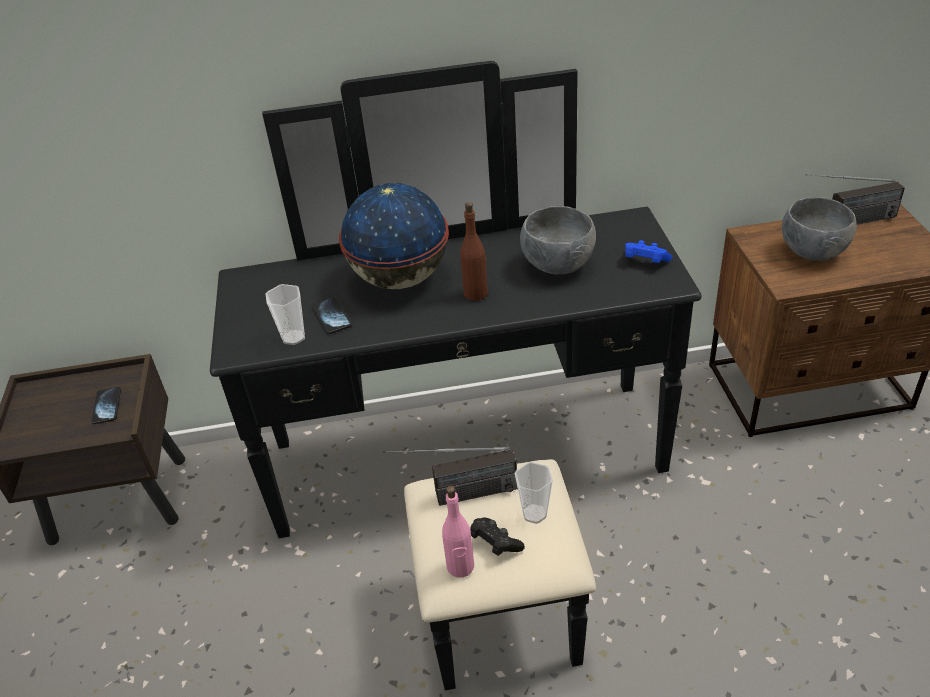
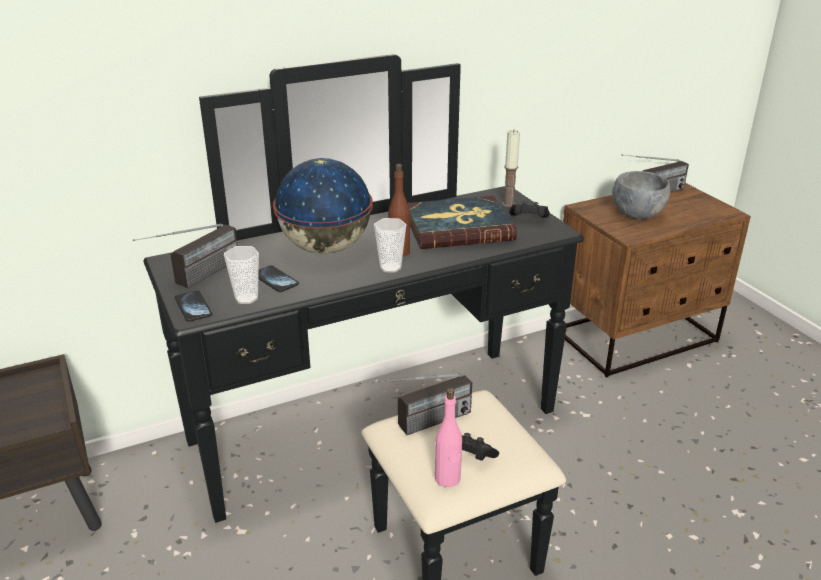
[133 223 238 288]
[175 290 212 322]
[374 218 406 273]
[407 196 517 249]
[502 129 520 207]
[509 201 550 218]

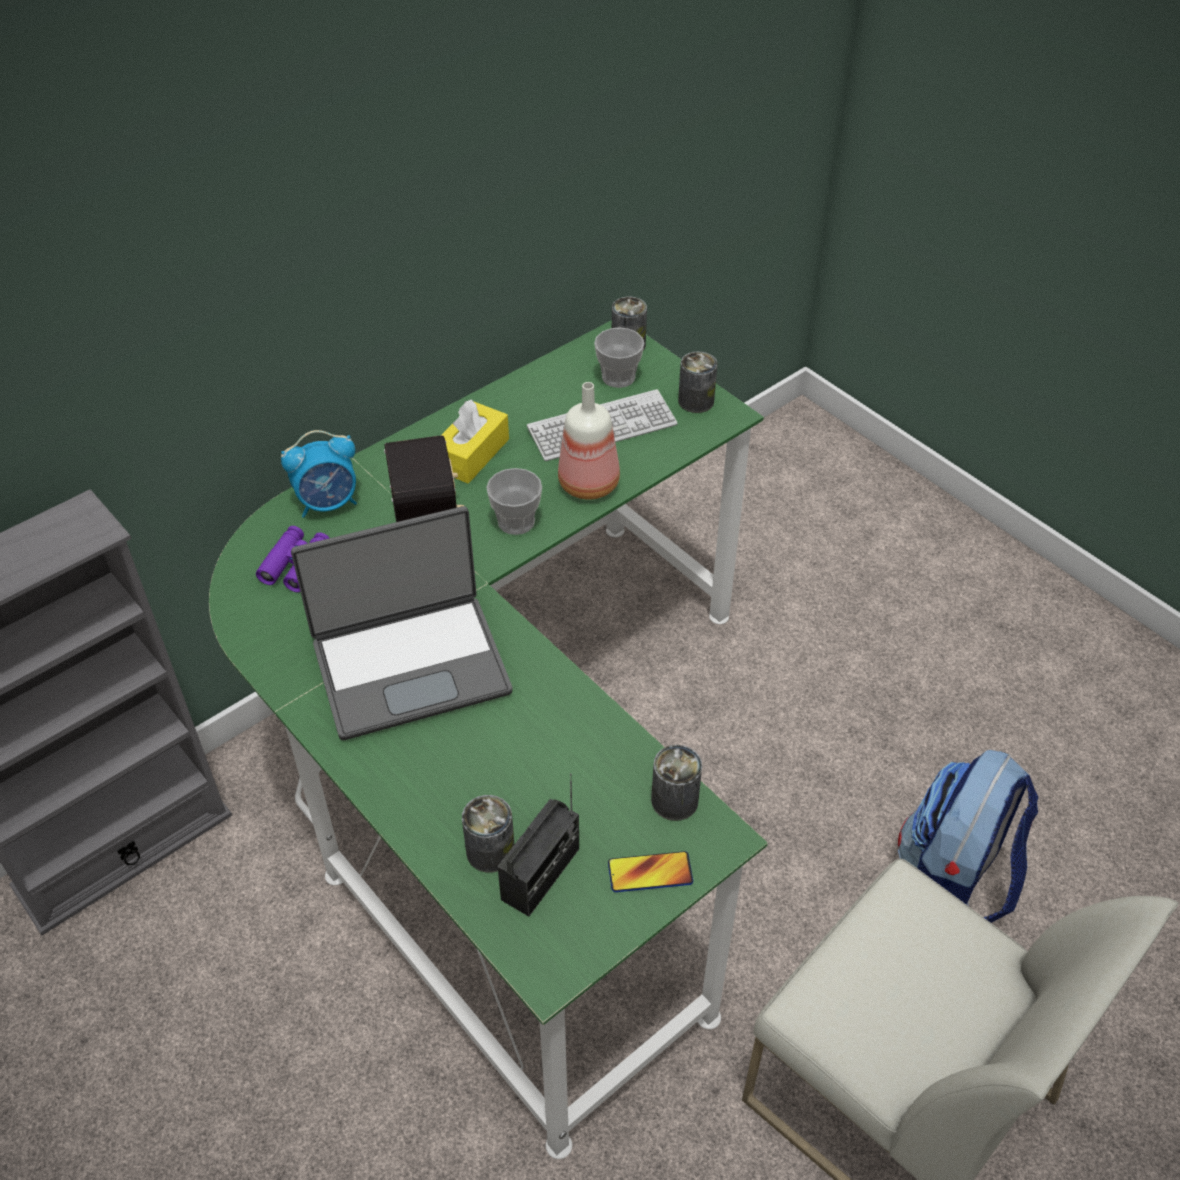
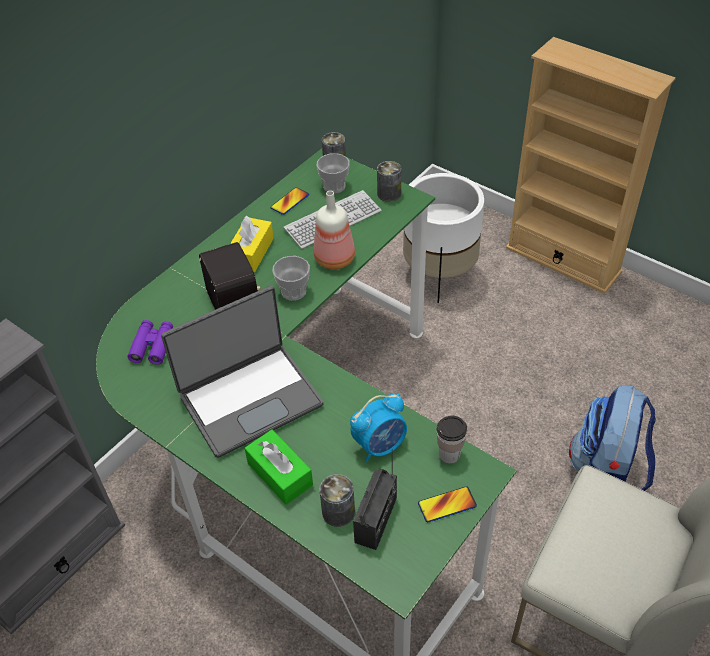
[244 429 313 505]
[271 187 309 215]
[350 394 407 462]
[403 173 484 303]
[437 416 467 464]
[506 37 676 294]

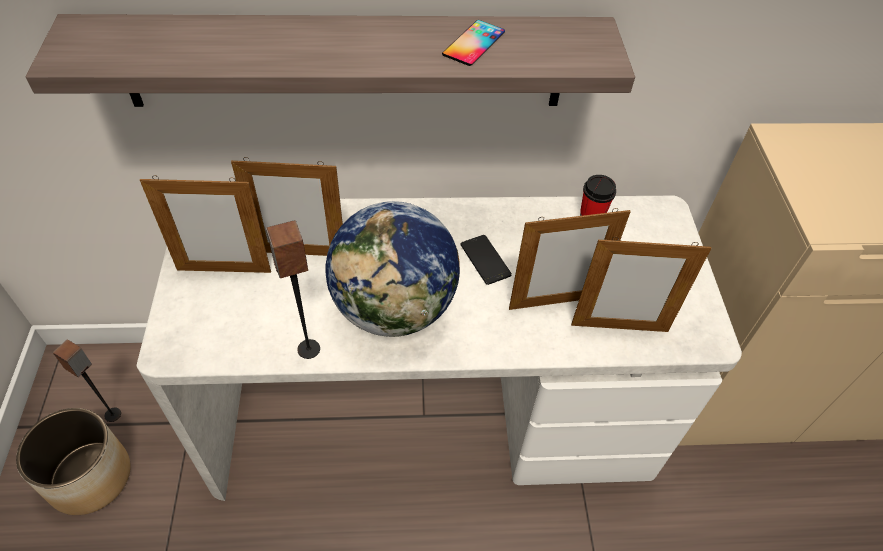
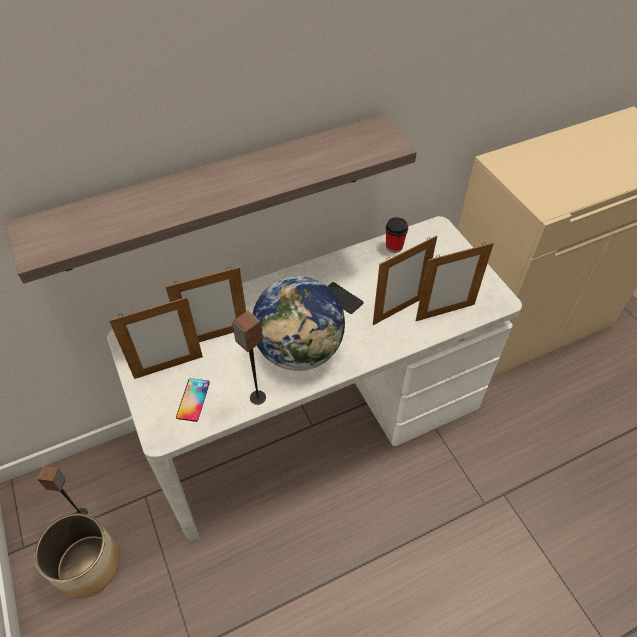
[176 378 210 422]

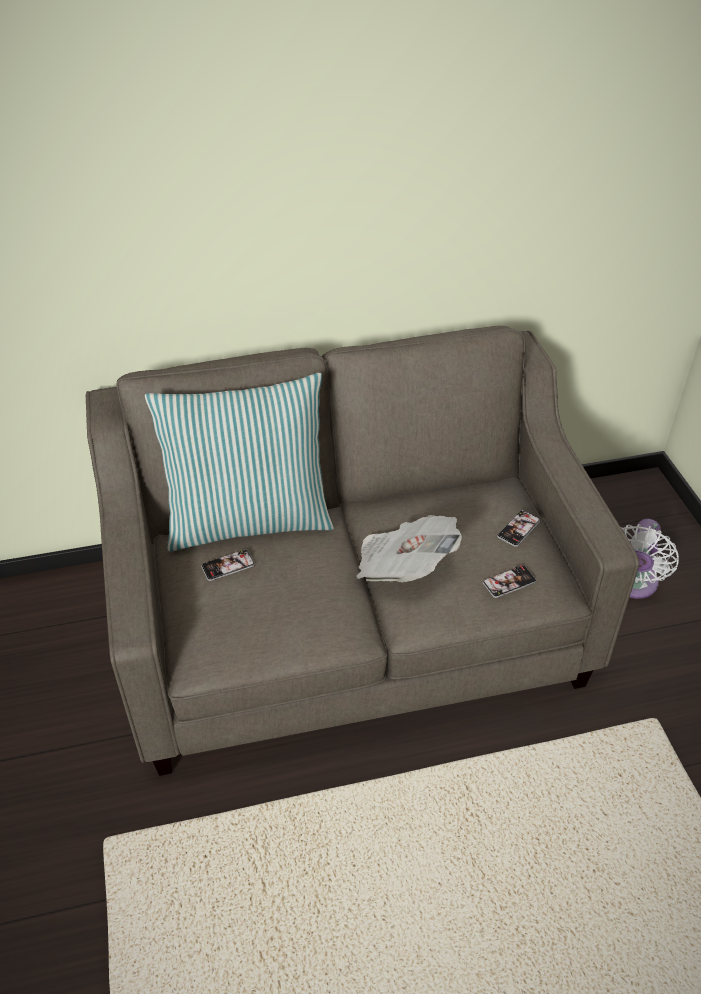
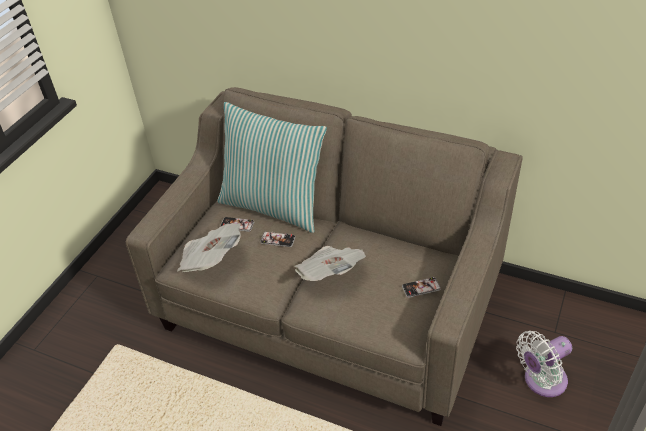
[177 223 241 272]
[260 231 295 247]

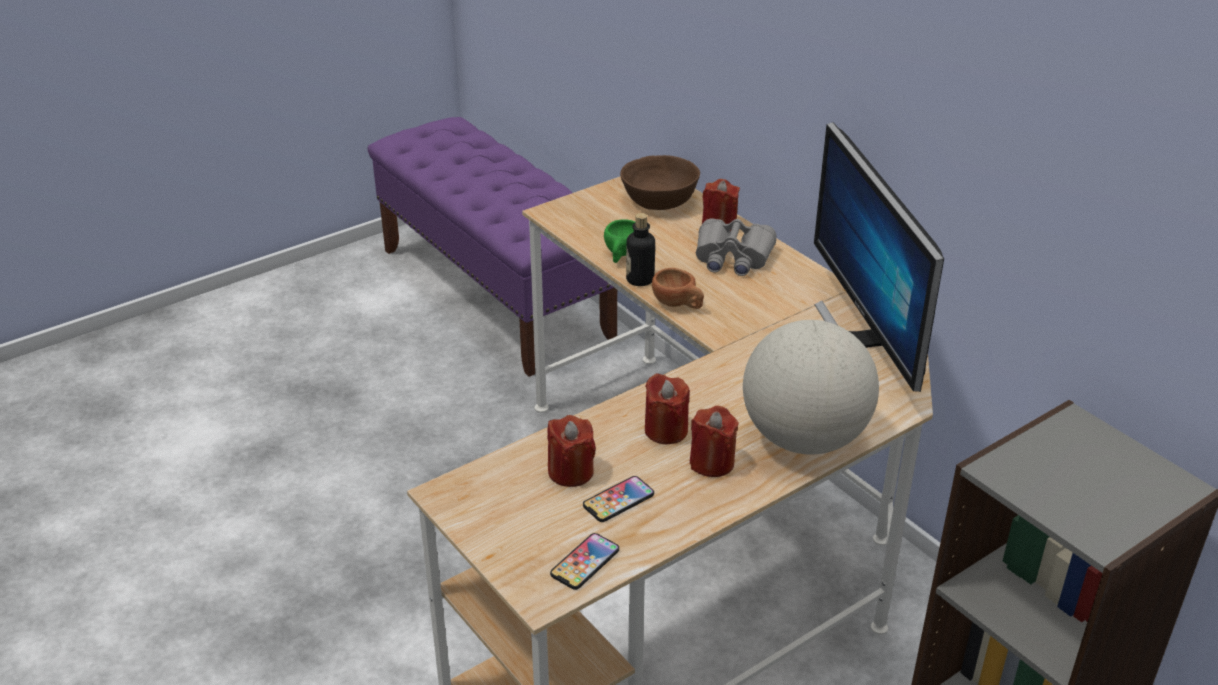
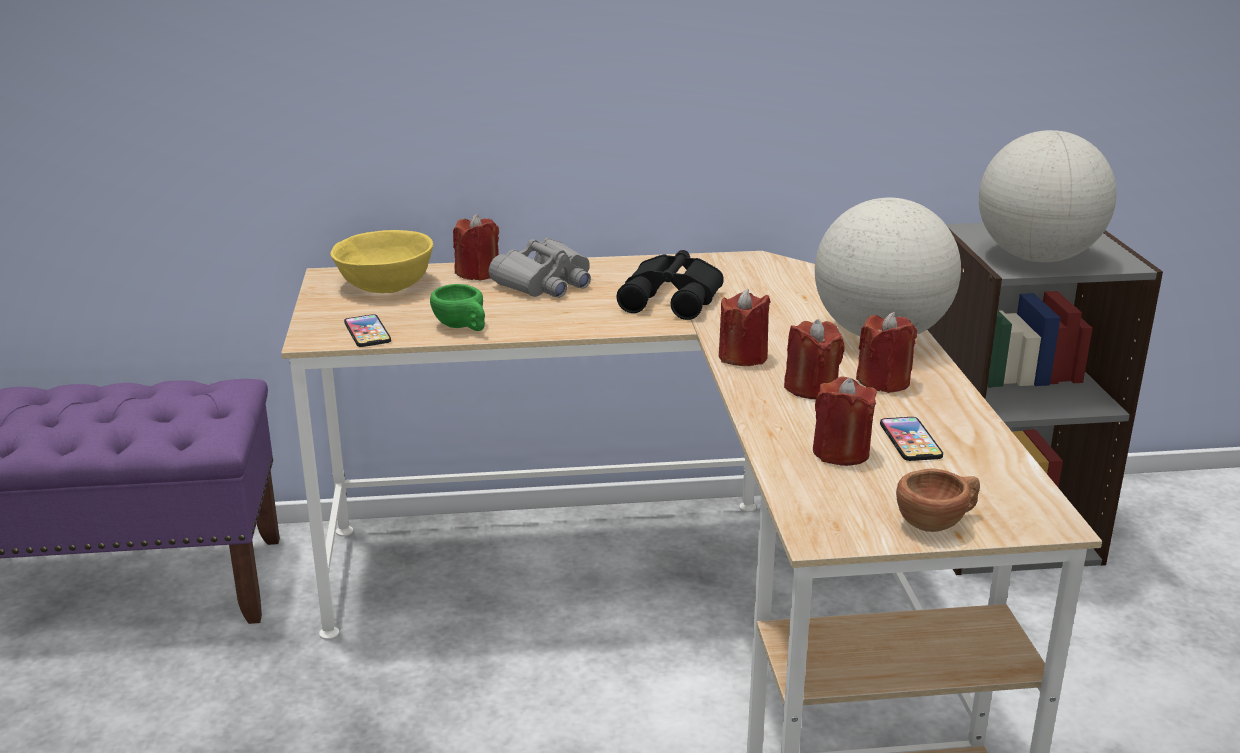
[330 230 433 293]
[344 314 391 347]
[616 250 724 320]
[719 289 771 366]
[896 468 980 532]
[979 130 1116 262]
[626 213 655 286] (first image)
[814 122 944 392] (first image)

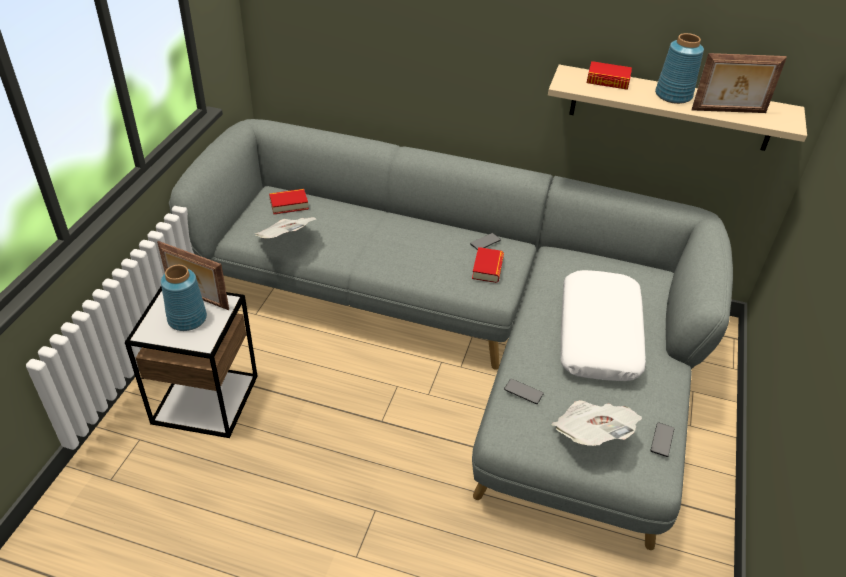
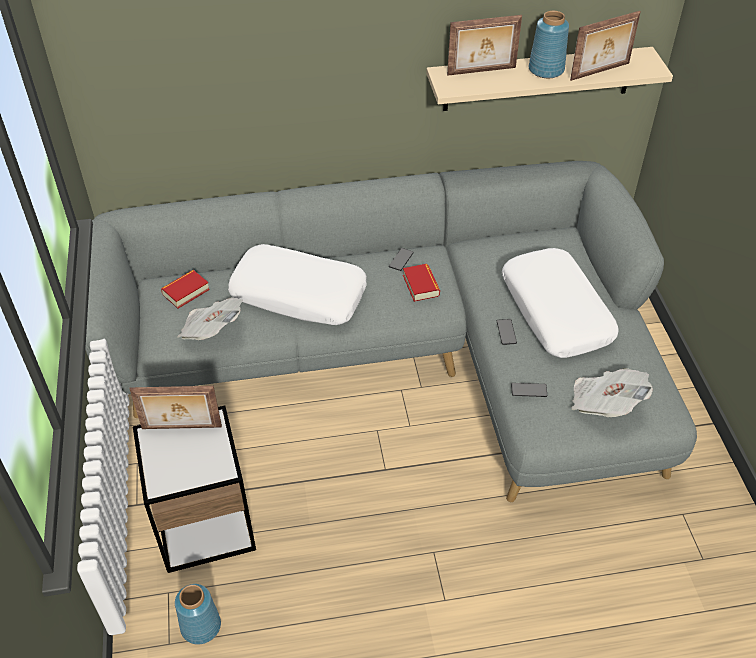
[175 584 221 645]
[228 244 367 325]
[447 15 522 75]
[497 319 517 345]

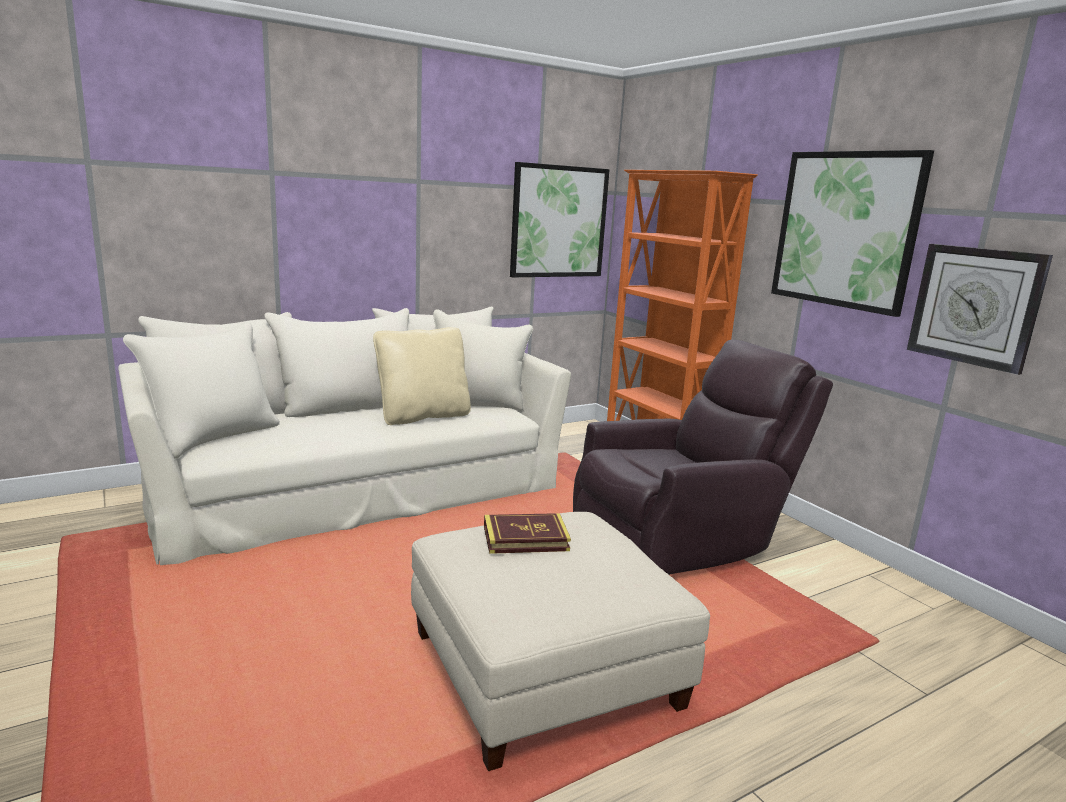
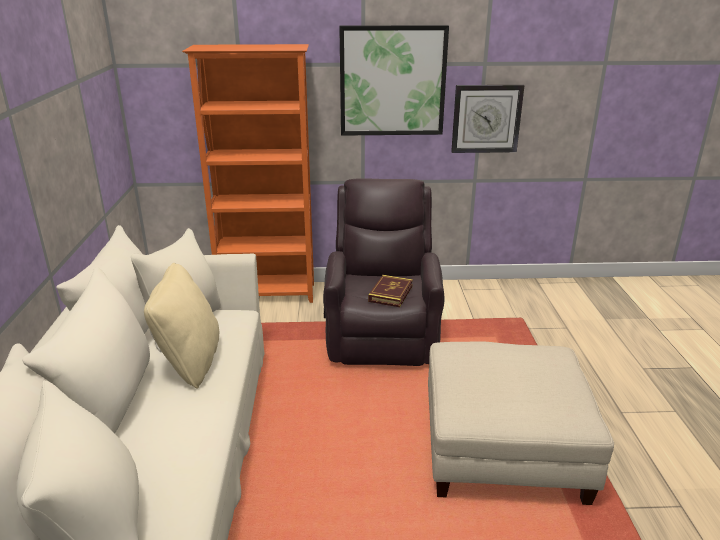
[368 275 413 307]
[510 162 609 277] (first image)

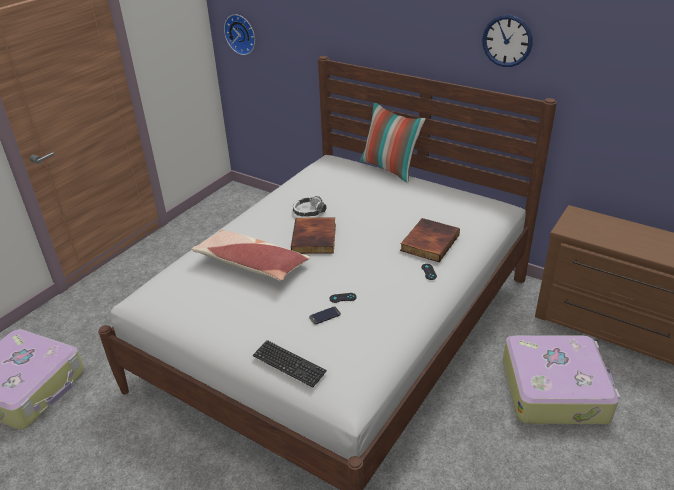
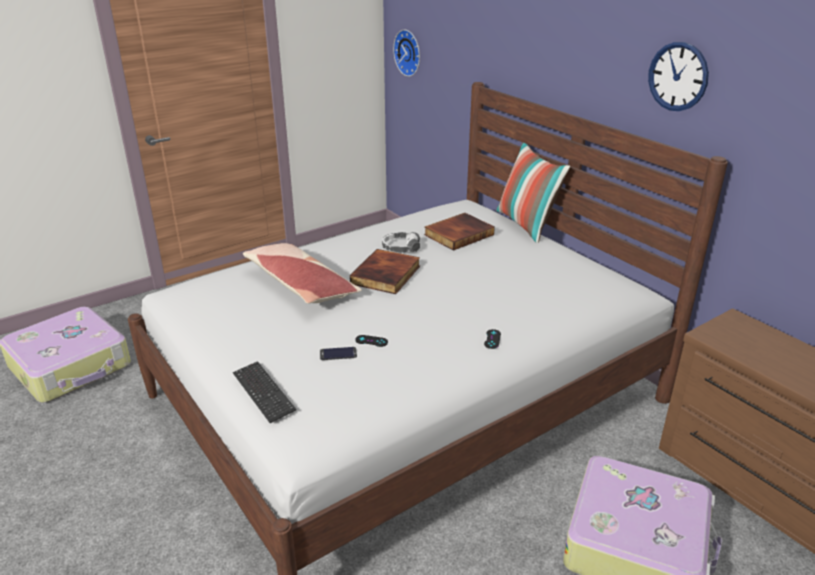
[424 213 495 251]

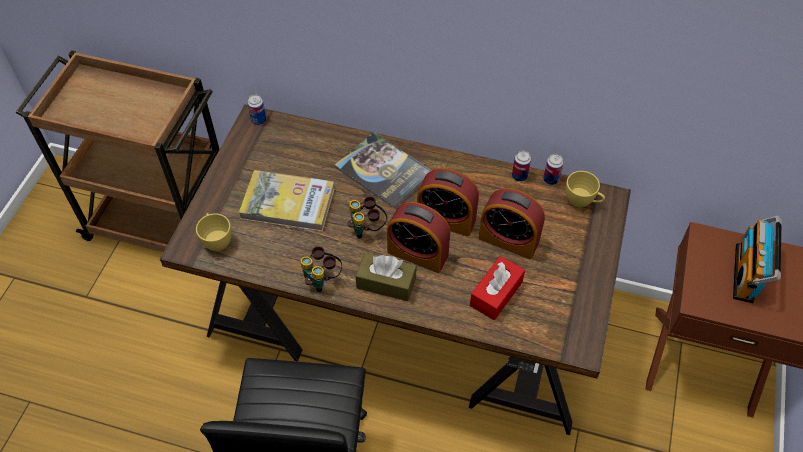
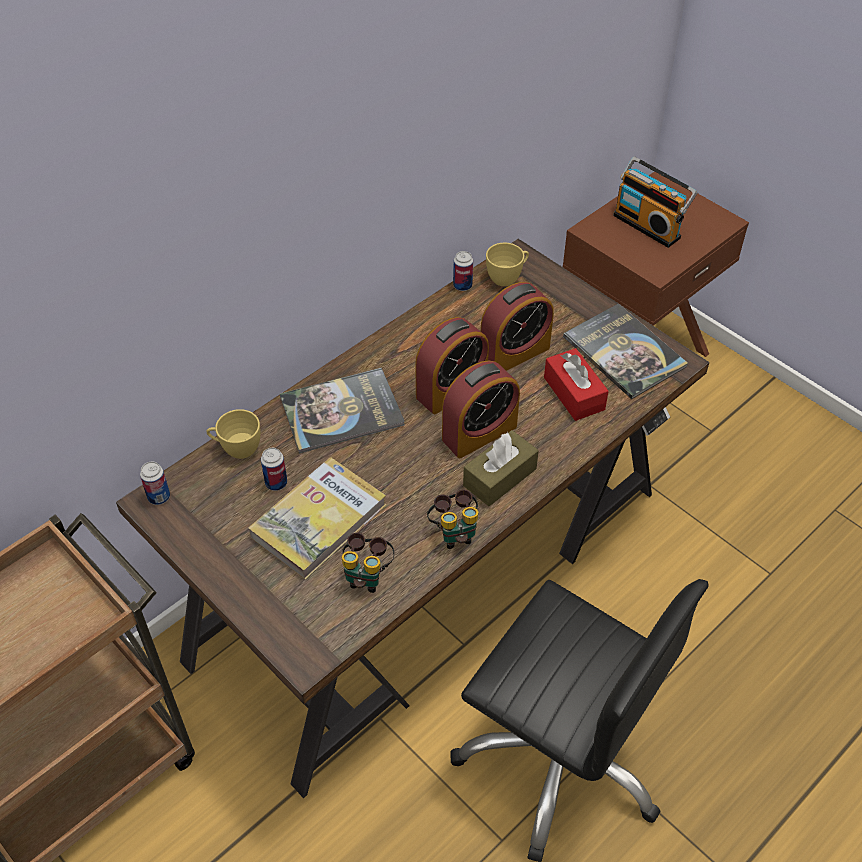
[206 409 260 459]
[261 448 287 491]
[342 532 394 593]
[563 304 688 399]

